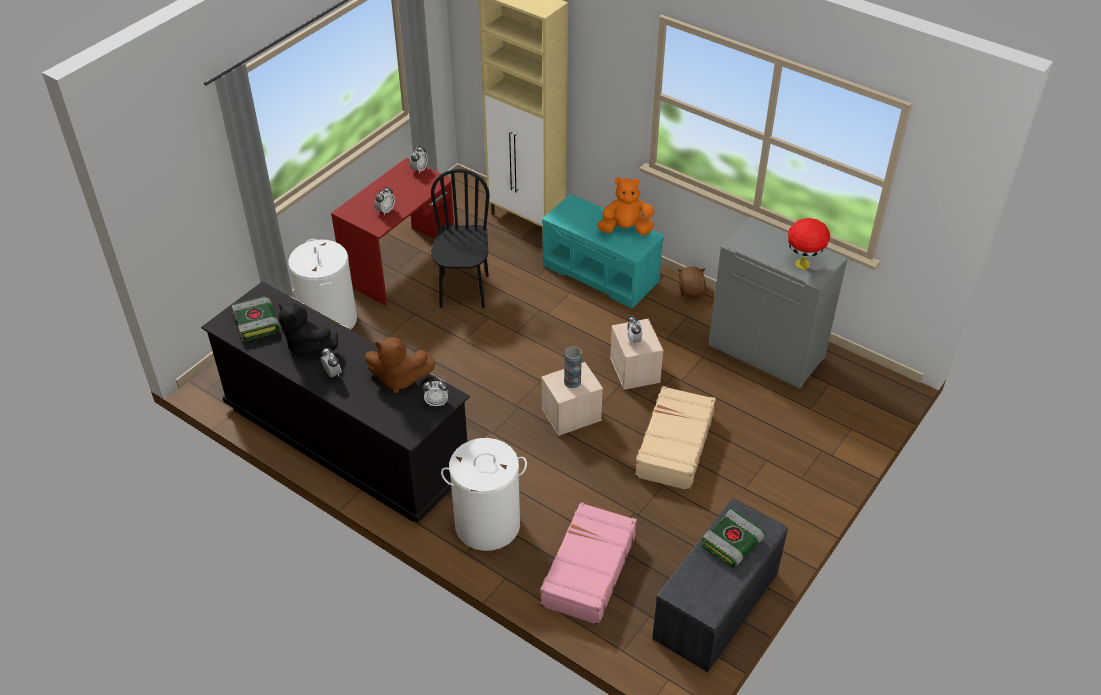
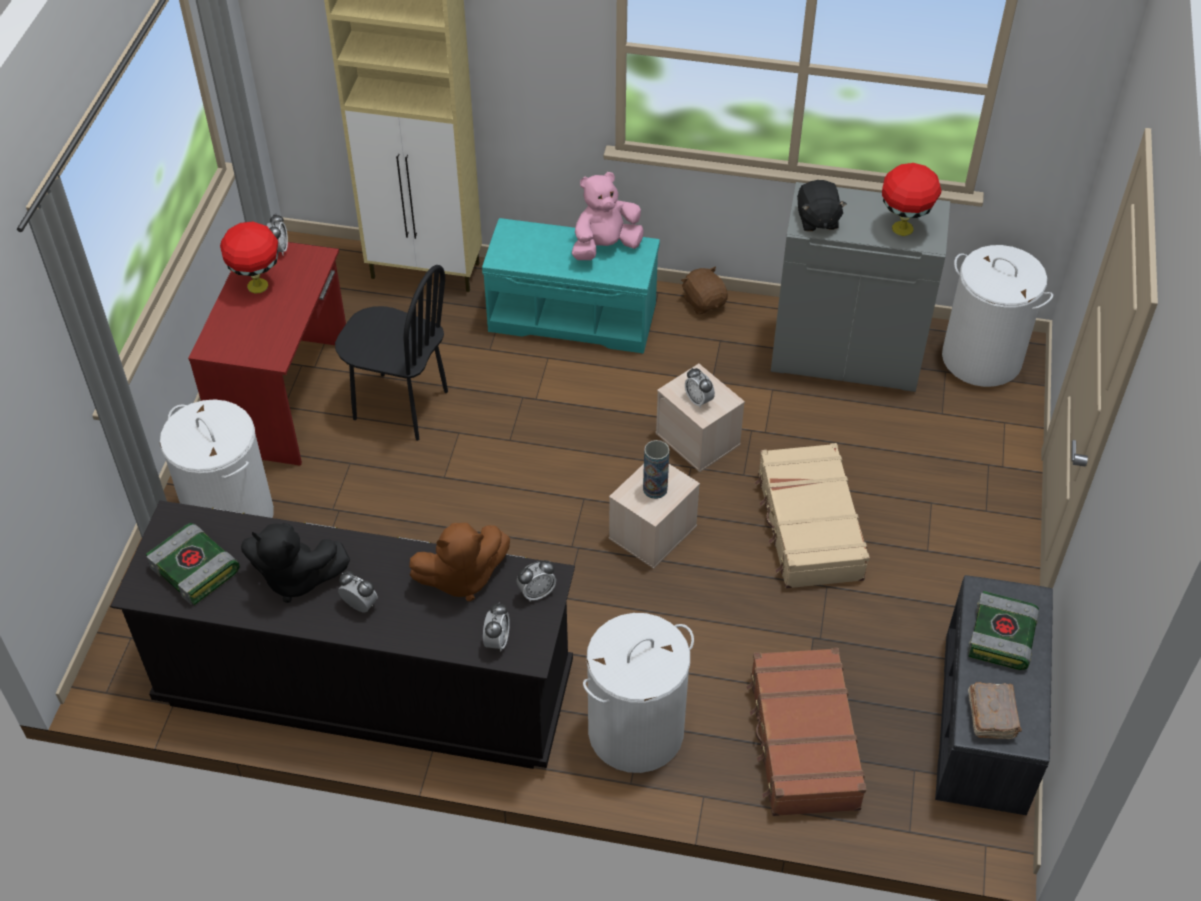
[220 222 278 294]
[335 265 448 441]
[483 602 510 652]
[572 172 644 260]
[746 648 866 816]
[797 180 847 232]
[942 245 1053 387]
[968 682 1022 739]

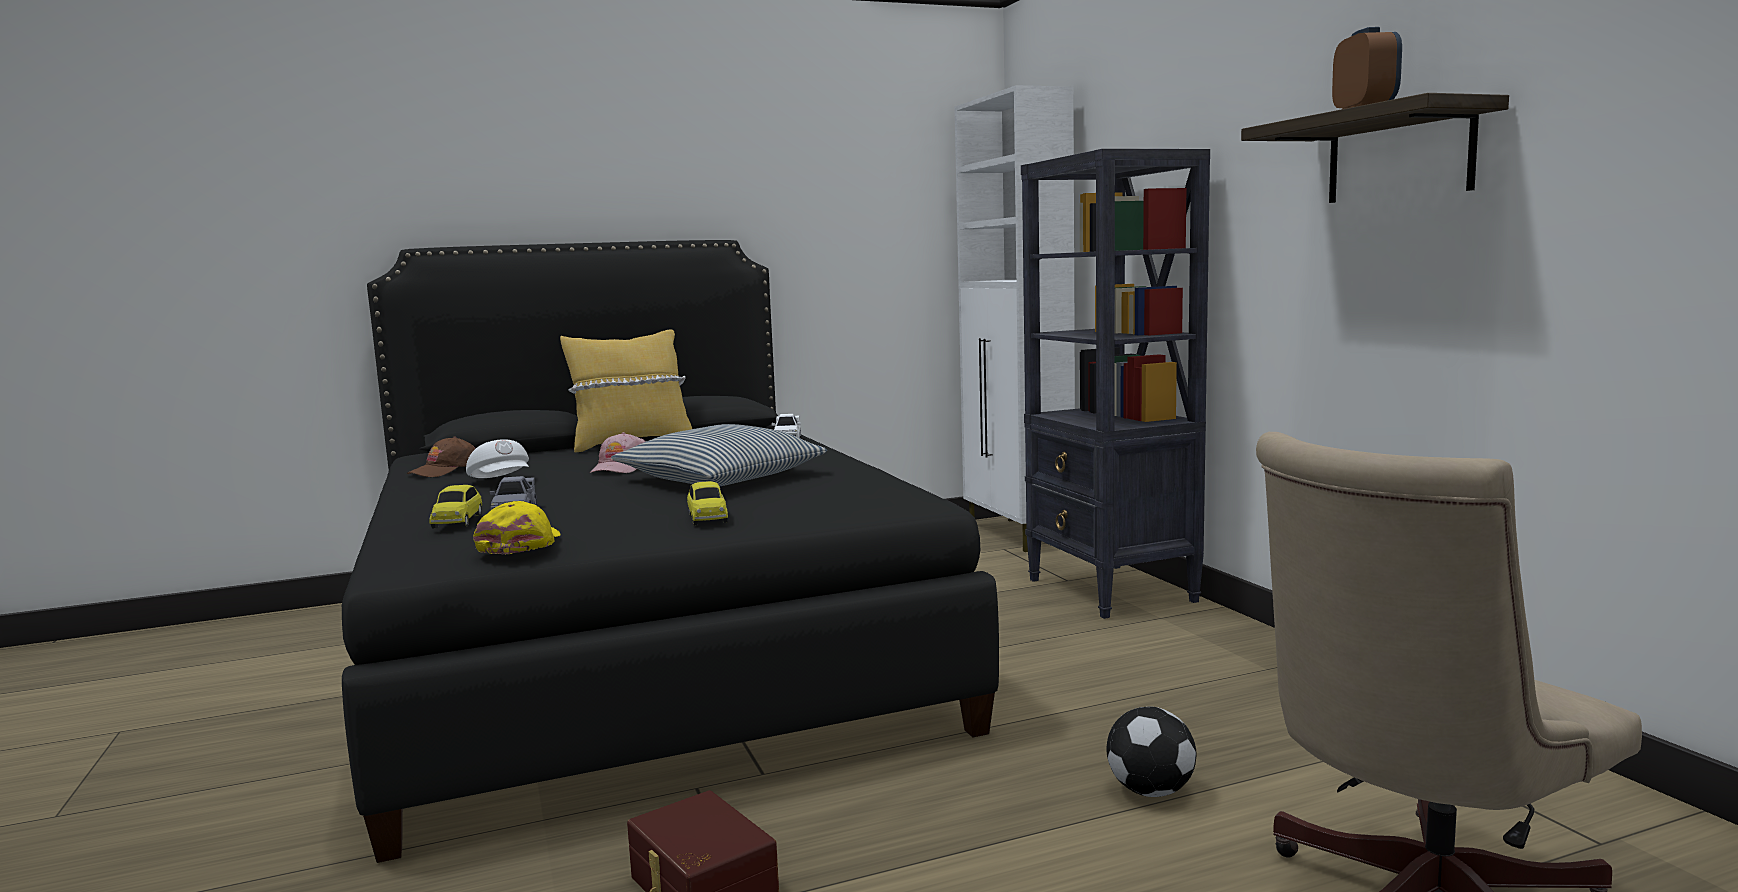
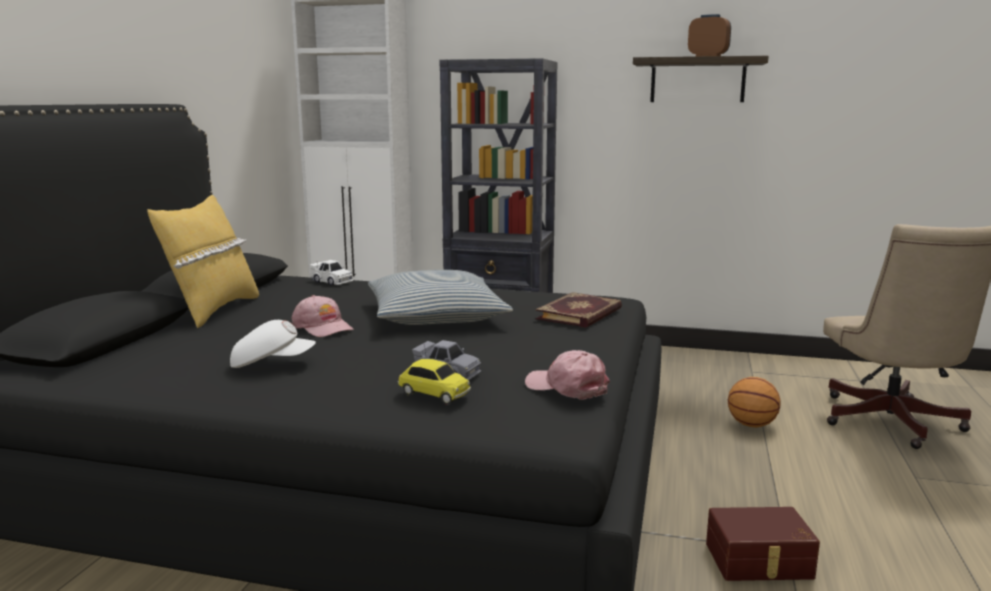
[525 350 610 400]
[536 292 622 328]
[728 377 781 428]
[407 437 476 477] (first image)
[687 481 728 526] (first image)

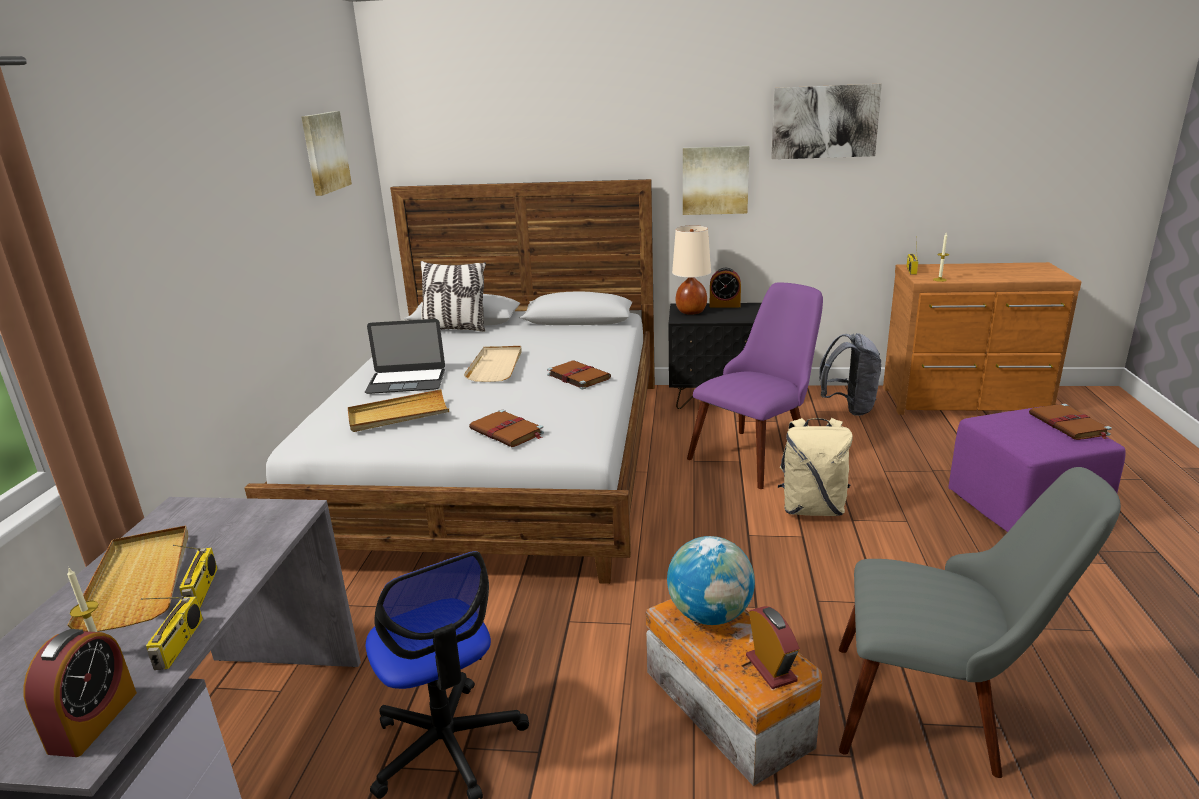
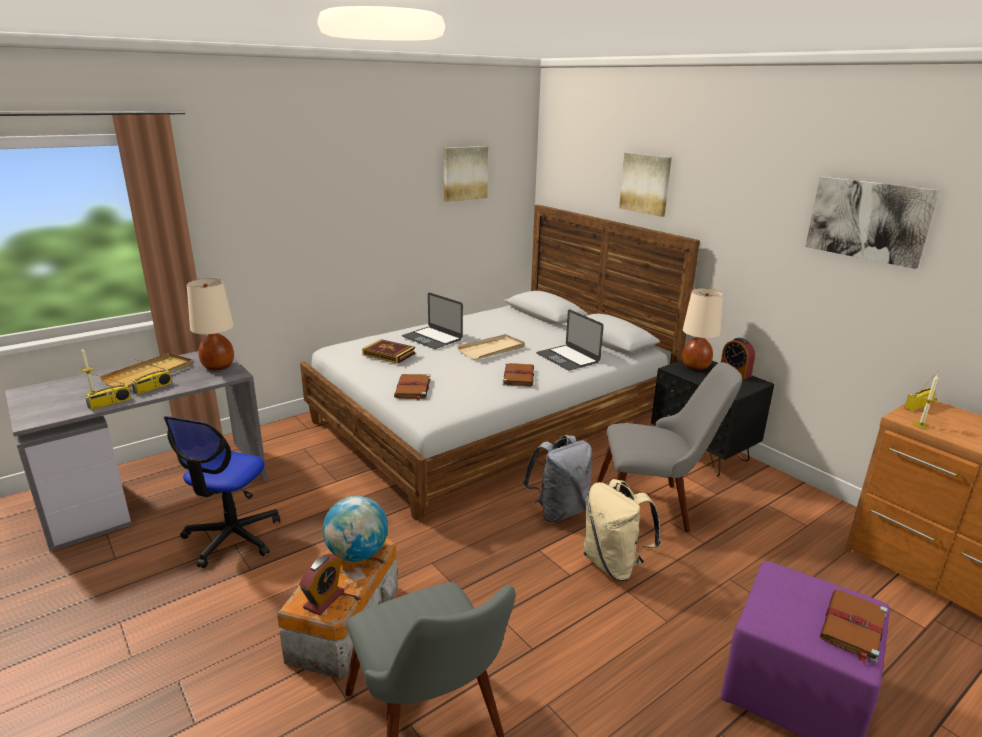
[187 278 234 370]
[362 339 415 364]
[523 435 592 522]
[536 309 604 370]
[597 362 742 532]
[619 152 672 217]
[24 629 137 757] (first image)
[420 261 486 332] (first image)

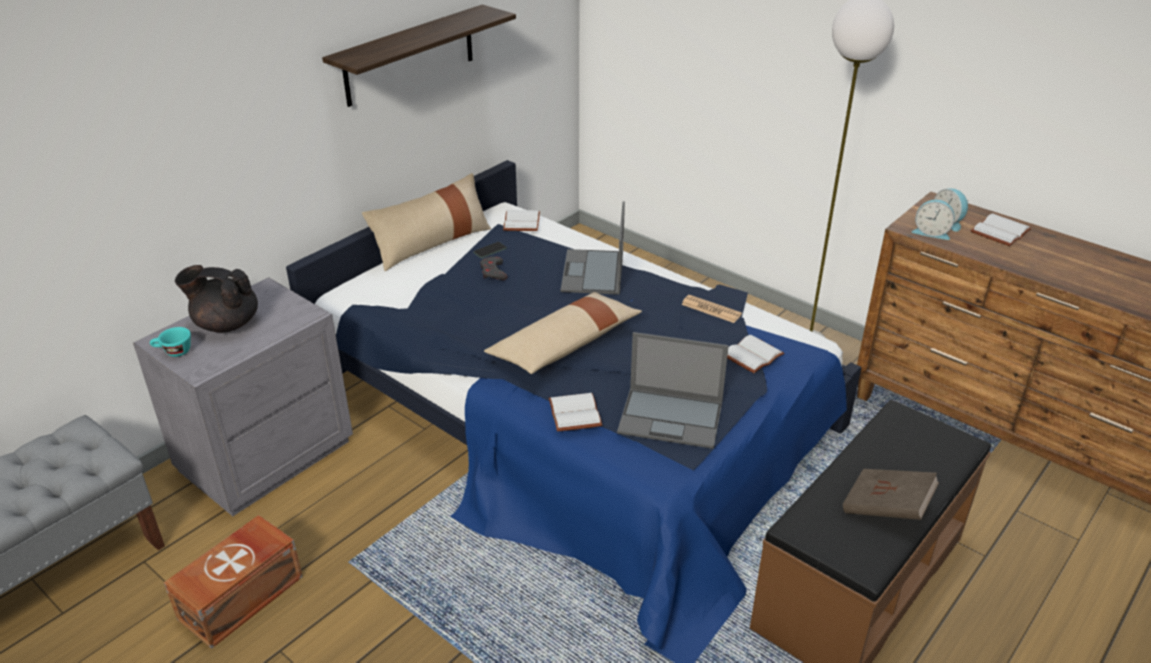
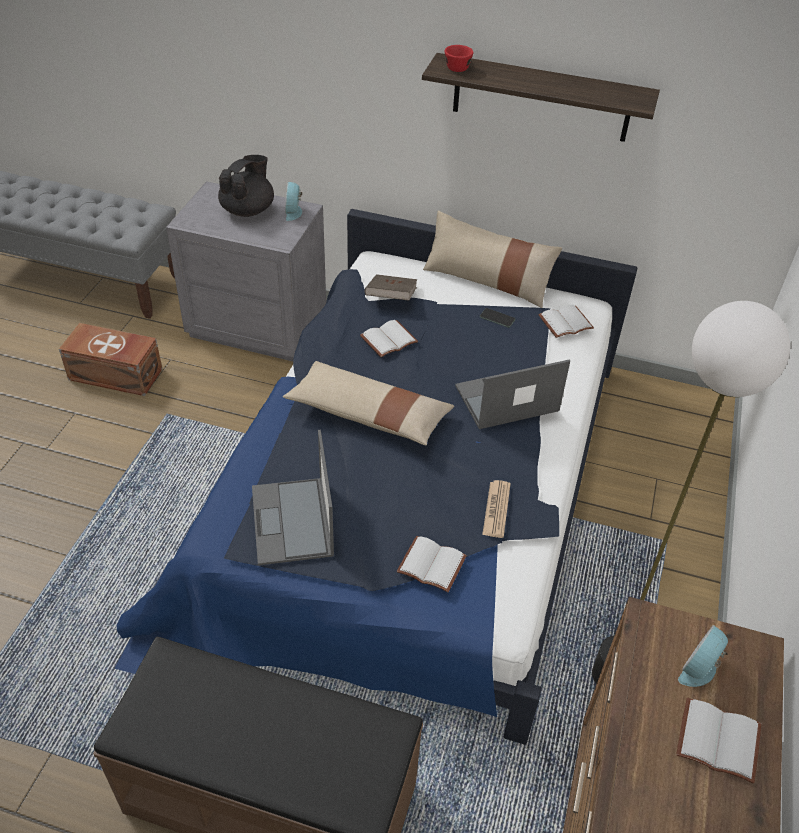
[218 155 274 217]
[285 182 302 221]
[360 320 418 357]
[365 274 418 301]
[445 45 473 72]
[150 327 191 357] (first image)
[480 256 508 280] (first image)

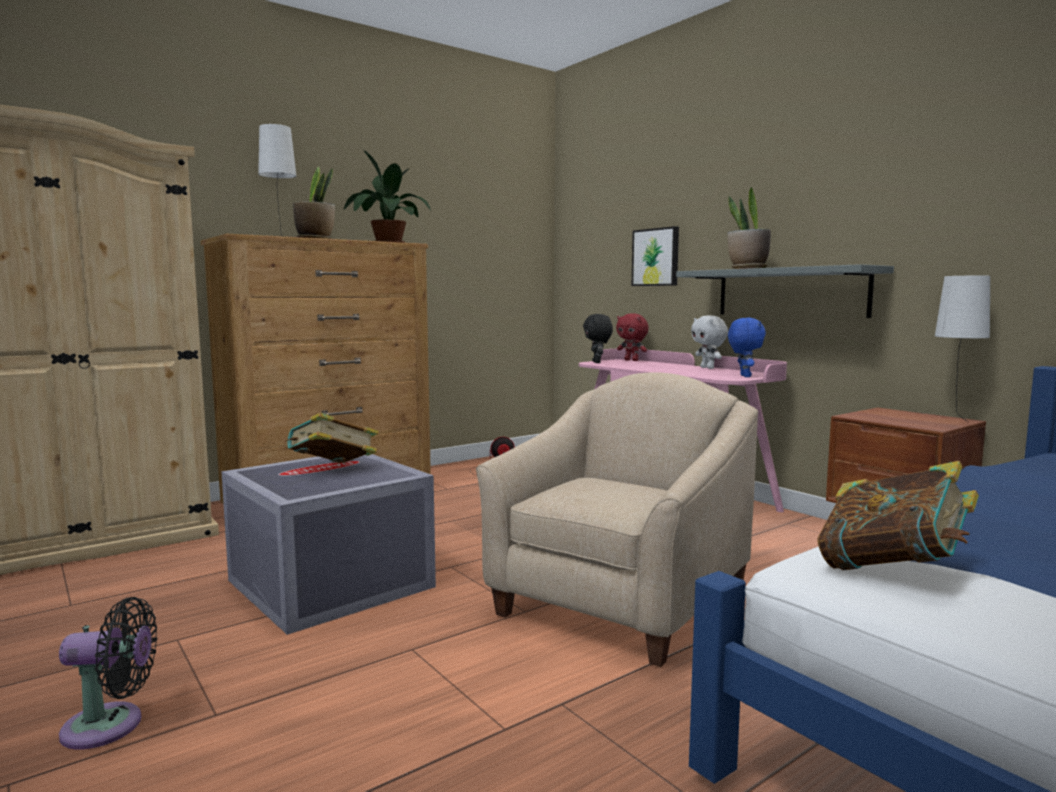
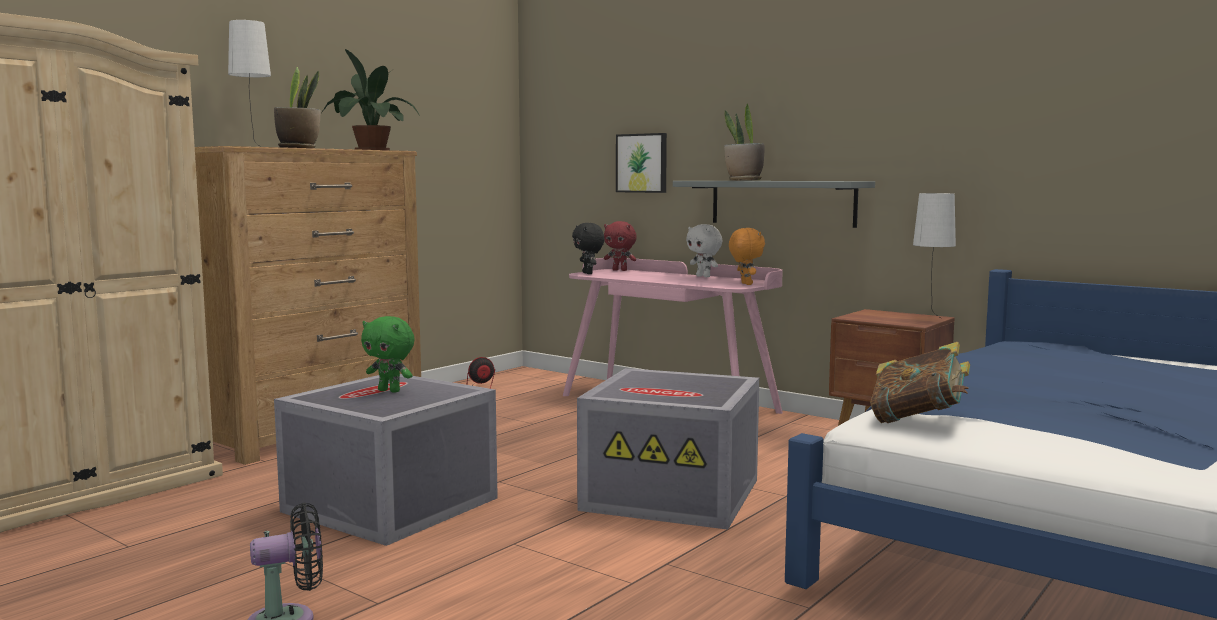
[361 316 415 393]
[577 368 759 530]
[729 228 765 285]

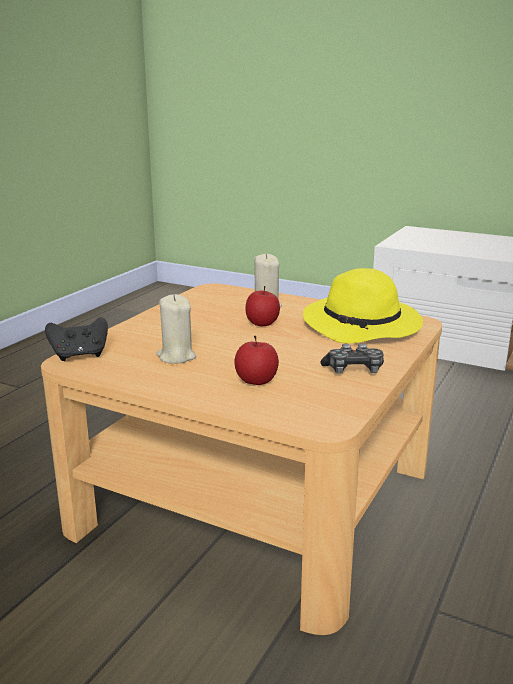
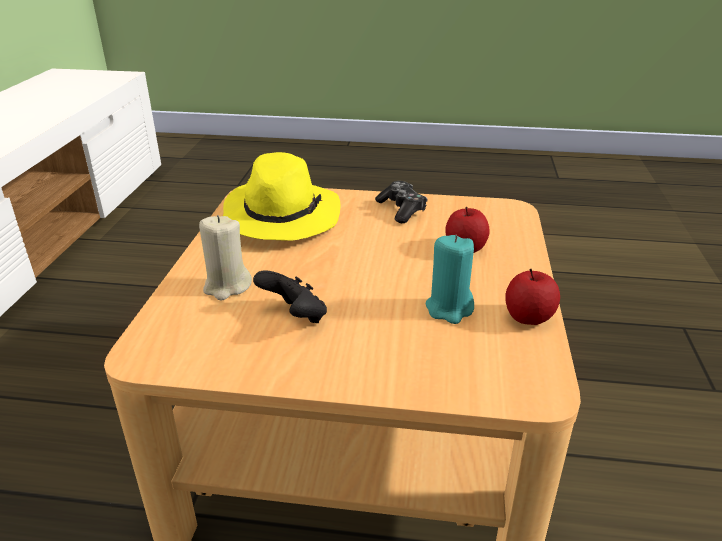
[253 270 327 323]
[425 235 474 324]
[505 269 560 325]

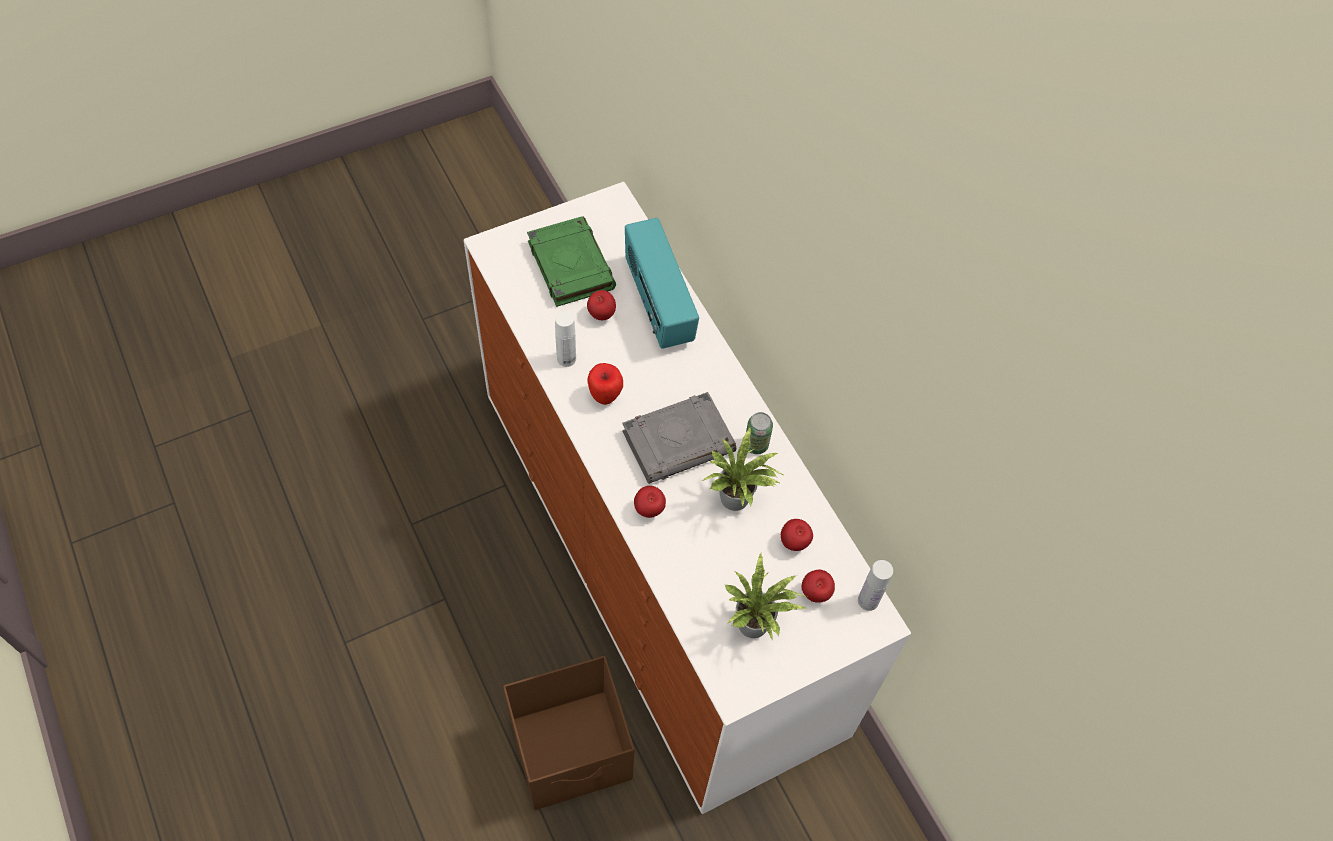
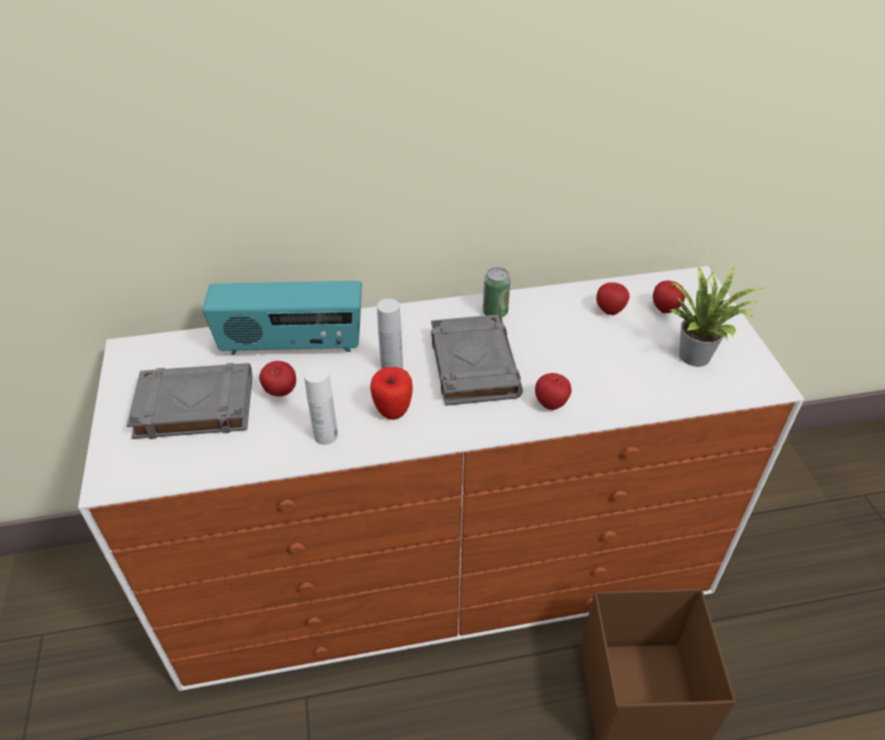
[126 363 252 439]
[377 298 403 369]
[702 426 785 511] (first image)

